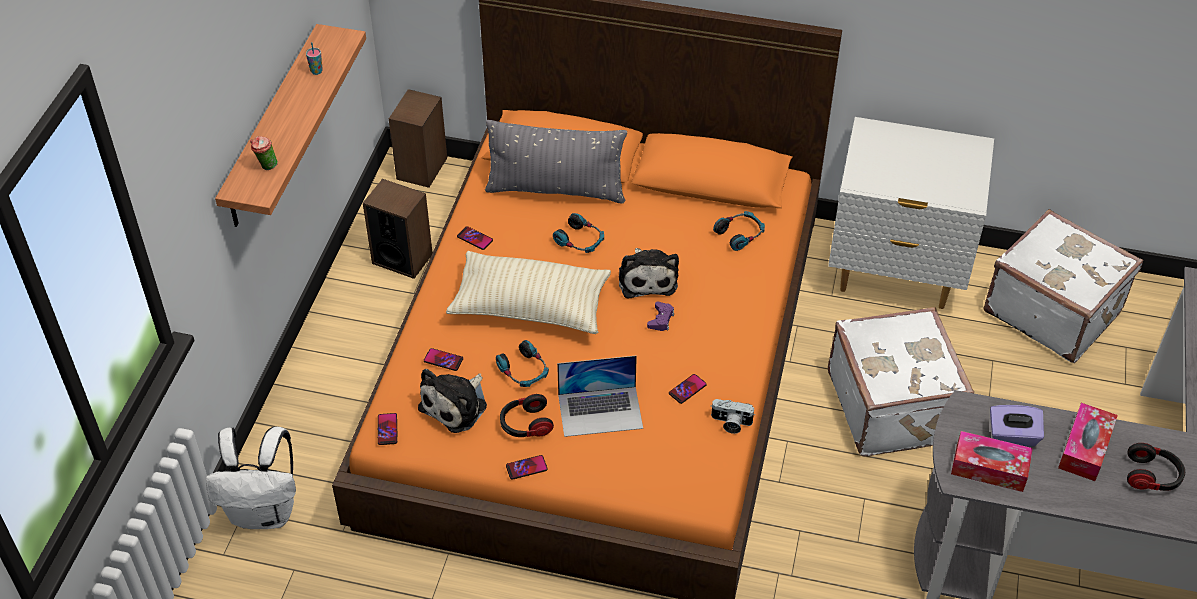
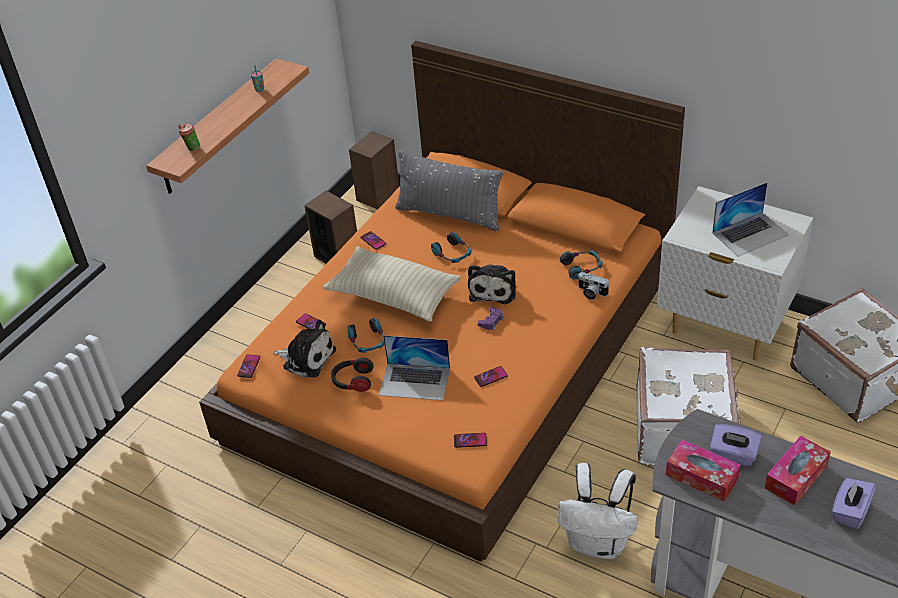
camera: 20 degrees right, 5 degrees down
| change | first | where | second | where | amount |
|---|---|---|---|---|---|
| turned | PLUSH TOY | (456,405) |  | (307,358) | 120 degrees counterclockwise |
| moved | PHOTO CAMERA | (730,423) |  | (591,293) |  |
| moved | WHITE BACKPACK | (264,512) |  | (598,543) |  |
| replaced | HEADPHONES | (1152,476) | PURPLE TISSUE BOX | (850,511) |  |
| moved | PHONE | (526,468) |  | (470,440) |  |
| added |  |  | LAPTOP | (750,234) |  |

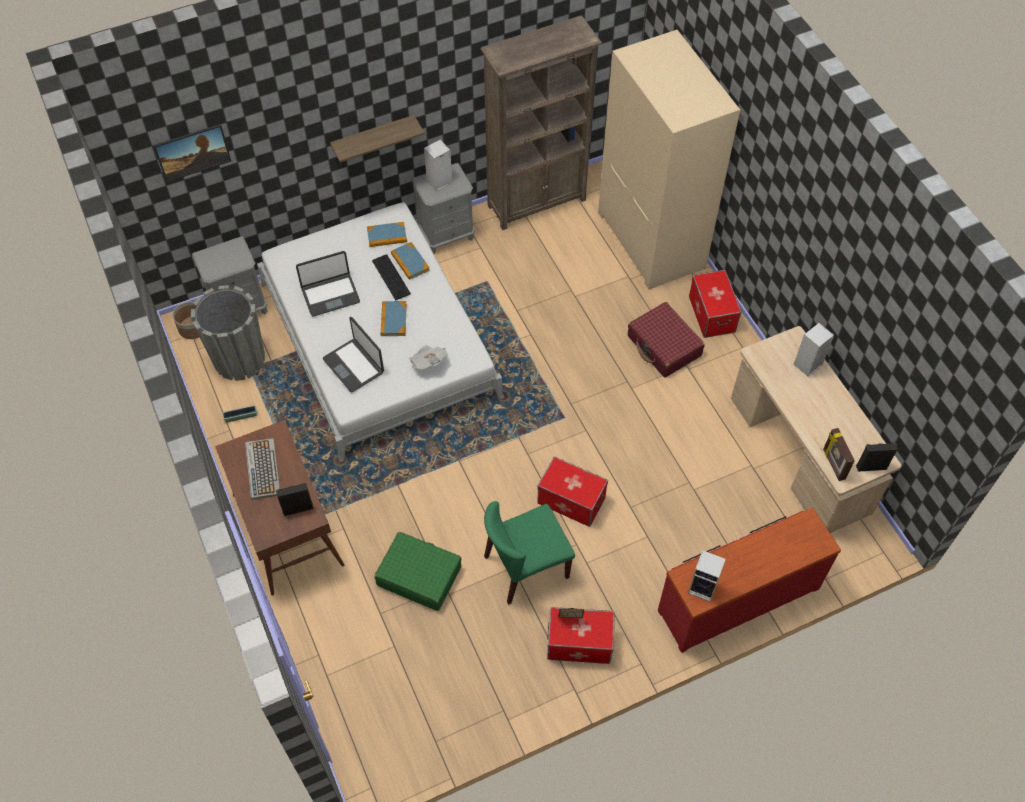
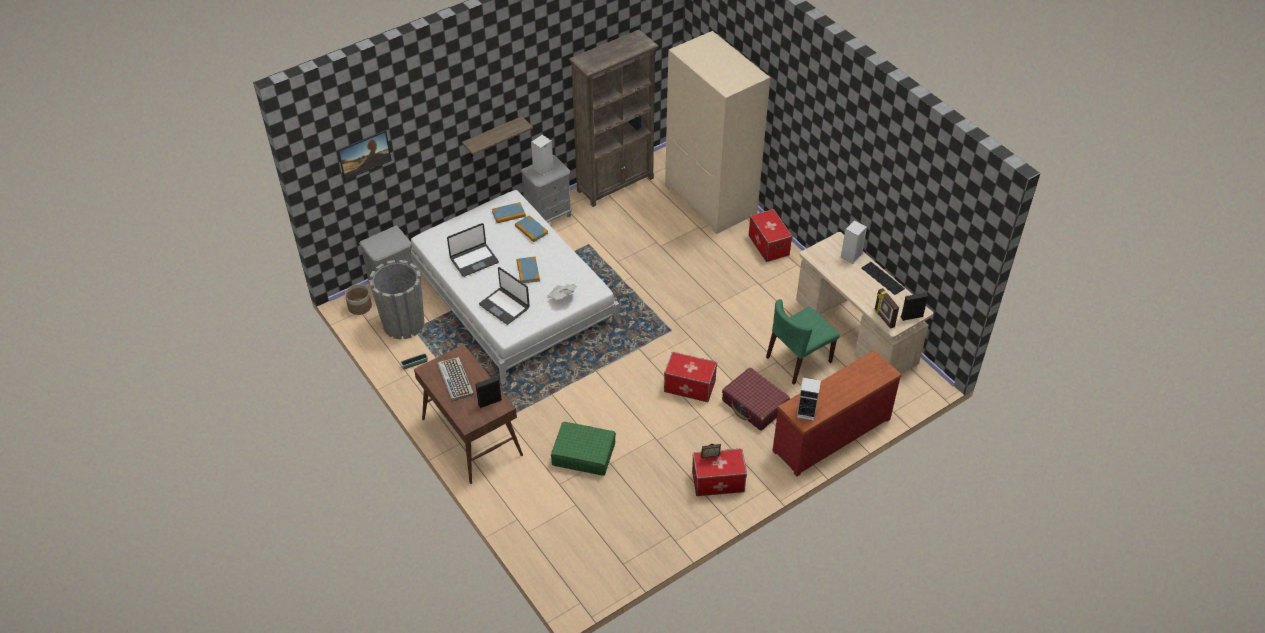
camera: 10 degrees left, 10 degrees down
| change | first | where | second | where | amount |
|---|---|---|---|---|---|
| moved | KEYBOARD | (391,276) |  | (883,277) |  |
| moved | RED SUITCASE | (664,346) |  | (754,405) |  |
| moved | GREEN CHAIR | (526,567) |  | (798,360) |  |

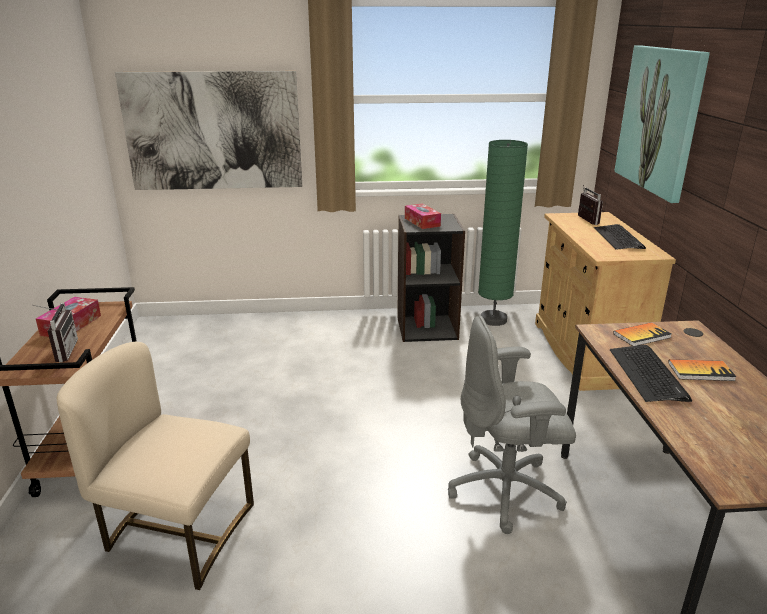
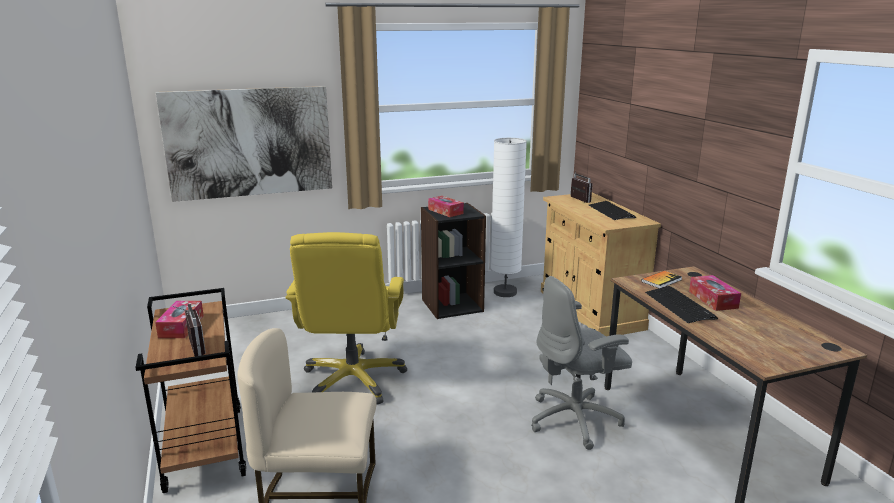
camera: 15 degrees left, 5 degrees down
| change | first | where | second | where | amount |
|---|---|---|---|---|---|
| removed | PICTURE | (660,120) |  |  |  |
| recoloured | GREEN FLOOR LAMP | (493,320) | WHITE FLOOR LAMP | (505,292) |  |
| replaced | BOOK | (700,371) | TISSUE BOX | (713,299) |  |
| added |  |  | YELLOW OFFICE CHAIR | (353,380) |  |

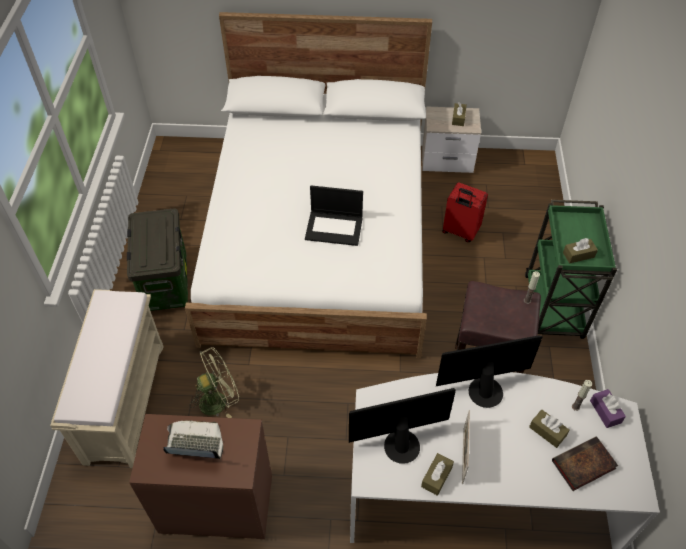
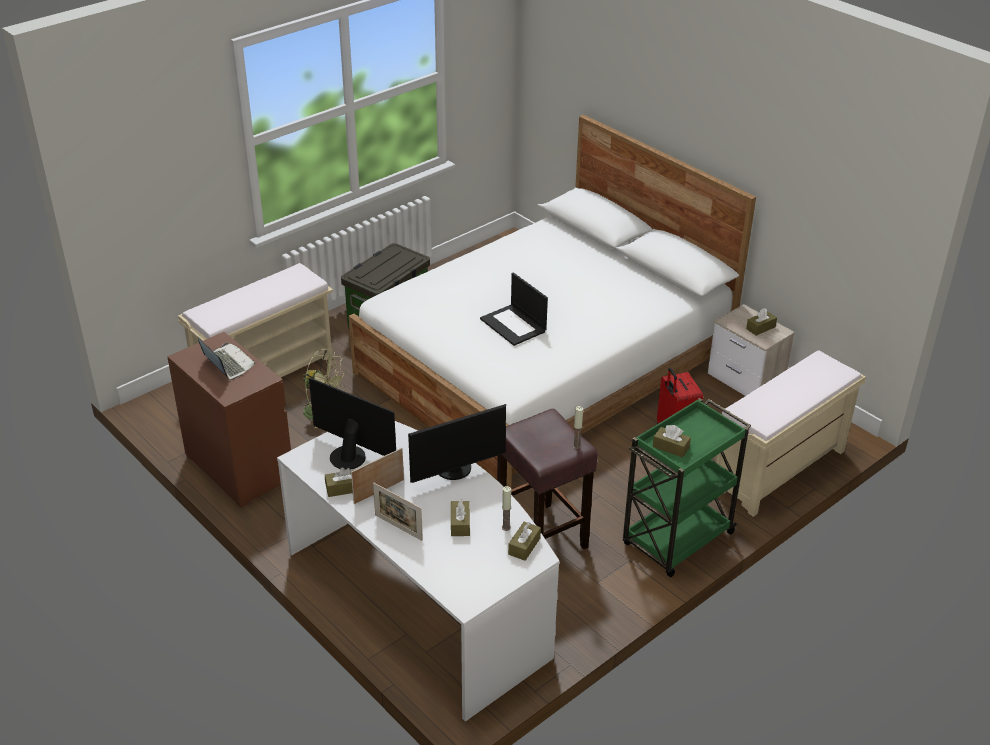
camera: 45 degrees right, 15 degrees down
| change | first | where | second | where | amount |
|---|---|---|---|---|---|
| turned | MONITOR | (484,389) |  | (455,470) | 120 degrees clockwise |
| recoloured | PURPLE TISSUE BOX | (605,411) | BROWN TISSUE BOX | (524,546) |  |
| removed | BOOK | (582,466) |  |  |  |
| added |  |  | BEIGE BENCH | (778,471) |  |
| added |  |  | PICTURE FRAME | (398,527) |  |

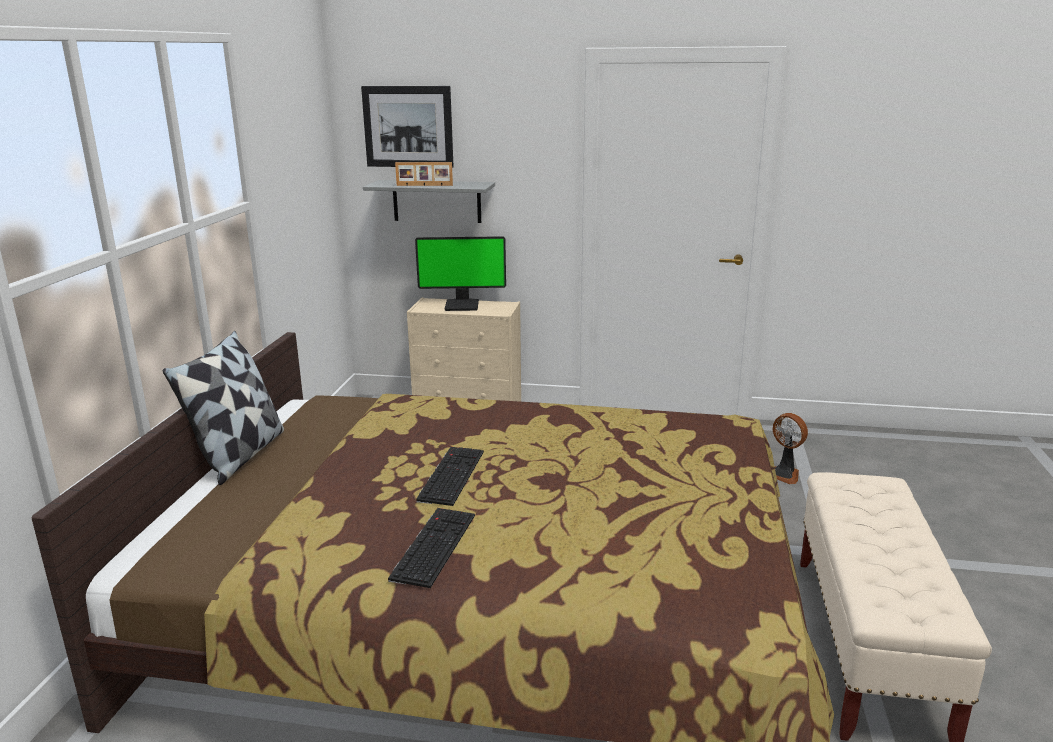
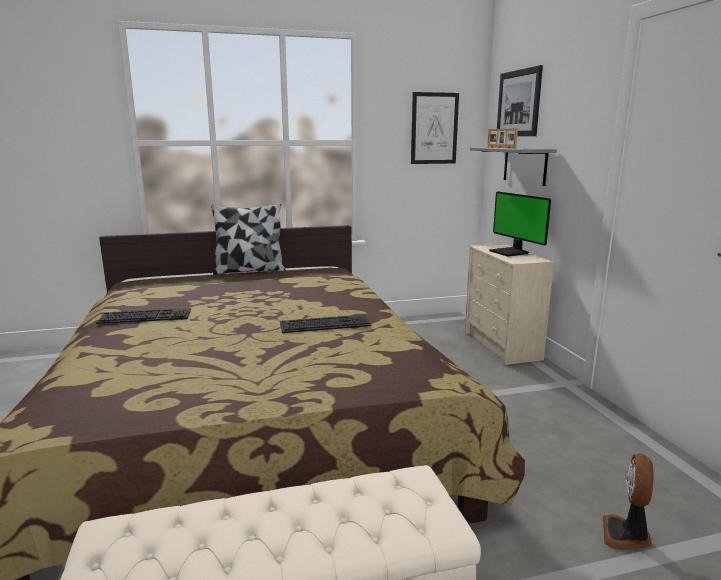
camera: 65 degrees right, 5 degrees down
| change | first | where | second | where | amount |
|---|---|---|---|---|---|
| moved | KEYBOARD | (450,475) |  | (326,324) |  |
| added |  |  | PICTURE | (434,128) |  |

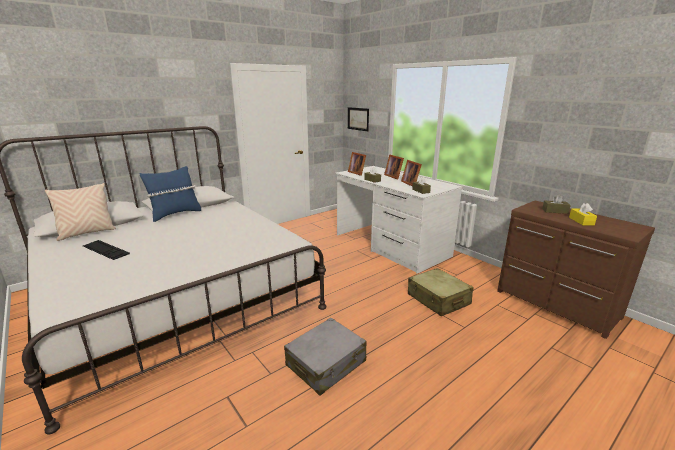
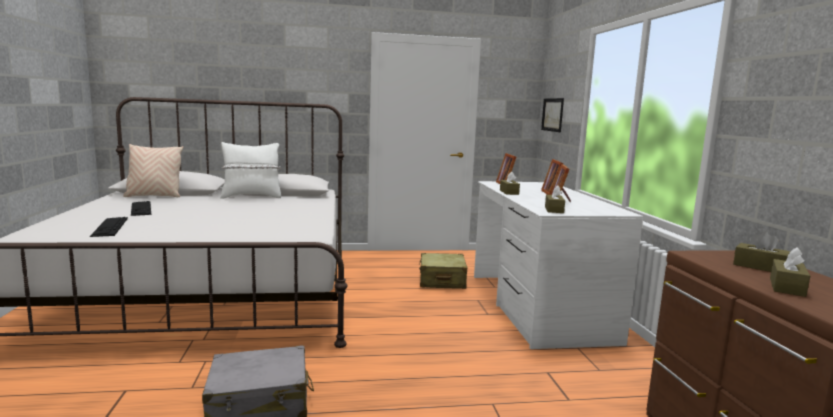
camera: 30 degrees right, 10 degrees down
| change | first | where | second | where | amount |
|---|---|---|---|---|---|
| recoloured | BLUE PILLOW | (175,214) | WHITE PILLOW | (251,196) |  |
| recoloured | YELLOW TISSUE BOX | (581,221) | BROWN TISSUE BOX | (787,287) |  |
| moved | BEIGE SUITCASE | (438,299) |  | (442,281) |  |
| added |  |  | KEYBOARD | (110,227) |  |

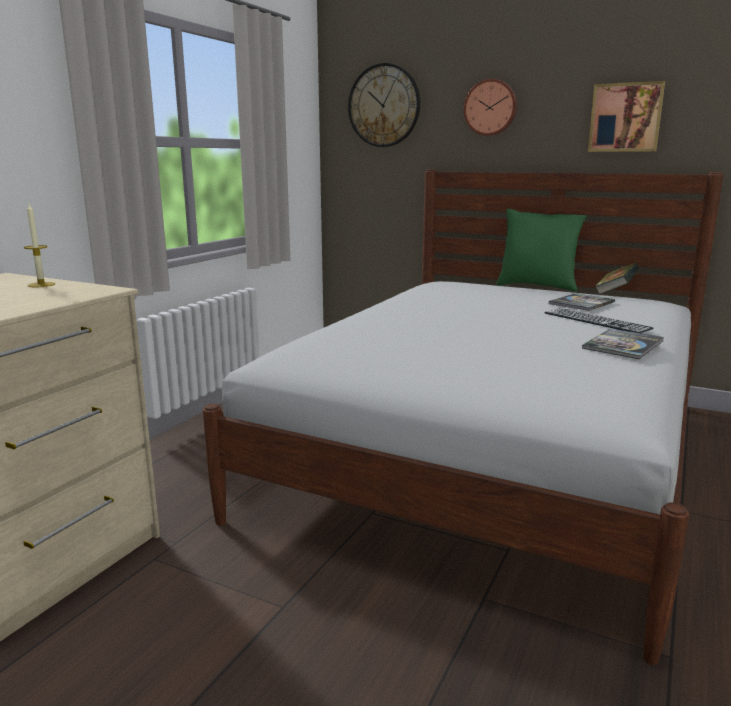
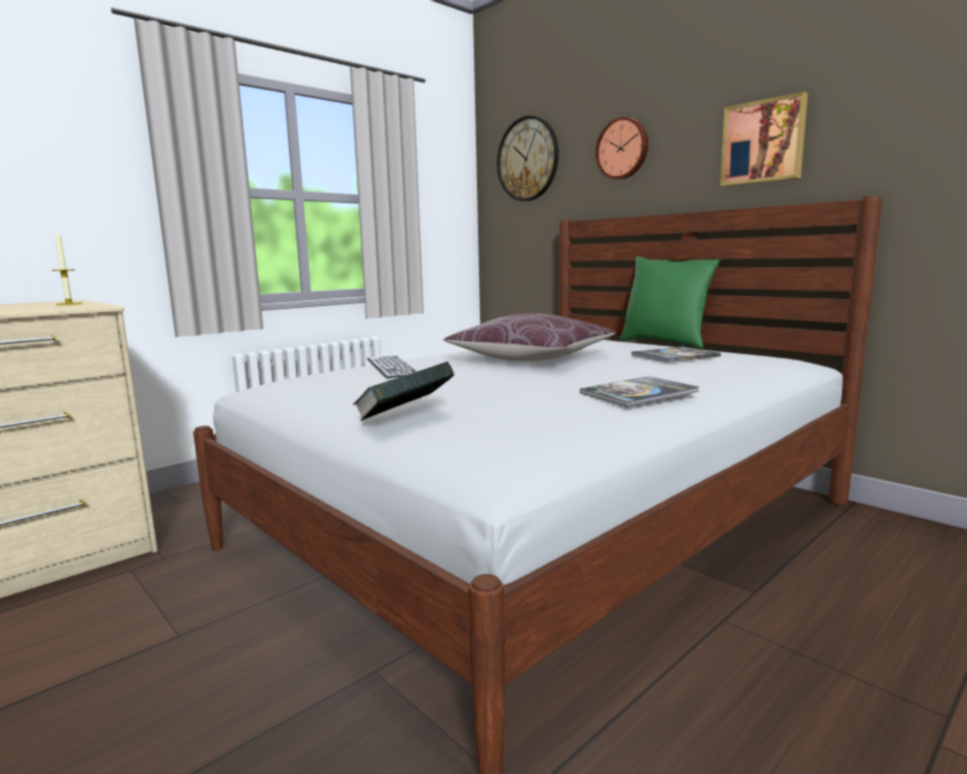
camera: 20 degrees right, 5 degrees down
| change | first | where | second | where | amount |
|---|---|---|---|---|---|
| moved | BOOK | (615,292) |  | (404,419) |  |
| moved | KEYBOARD | (596,321) |  | (391,366) |  |
| added |  |  | BROWN PILLOW | (531,359) |  |

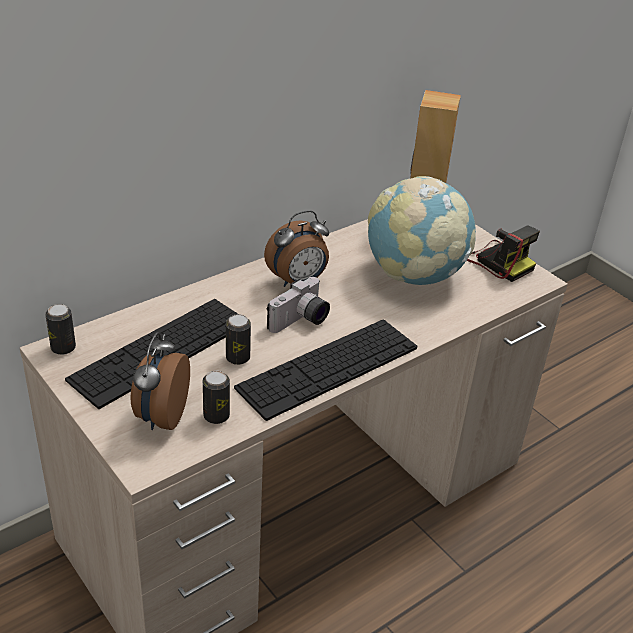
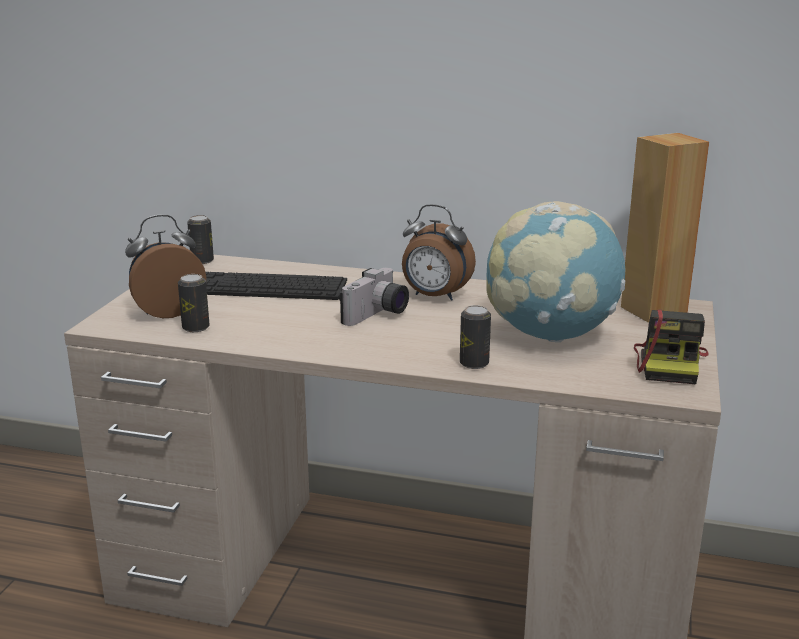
camera: 55 degrees right, 15 degrees down
| change | first | where | second | where | amount |
|---|---|---|---|---|---|
| turned | PHOTO CAMERA | (300,321) |  | (378,315) | 60 degrees counterclockwise |
| moved | CAN | (238,358) |  | (474,363) |  |
| removed | KEYBOARD | (328,367) |  |  |  |

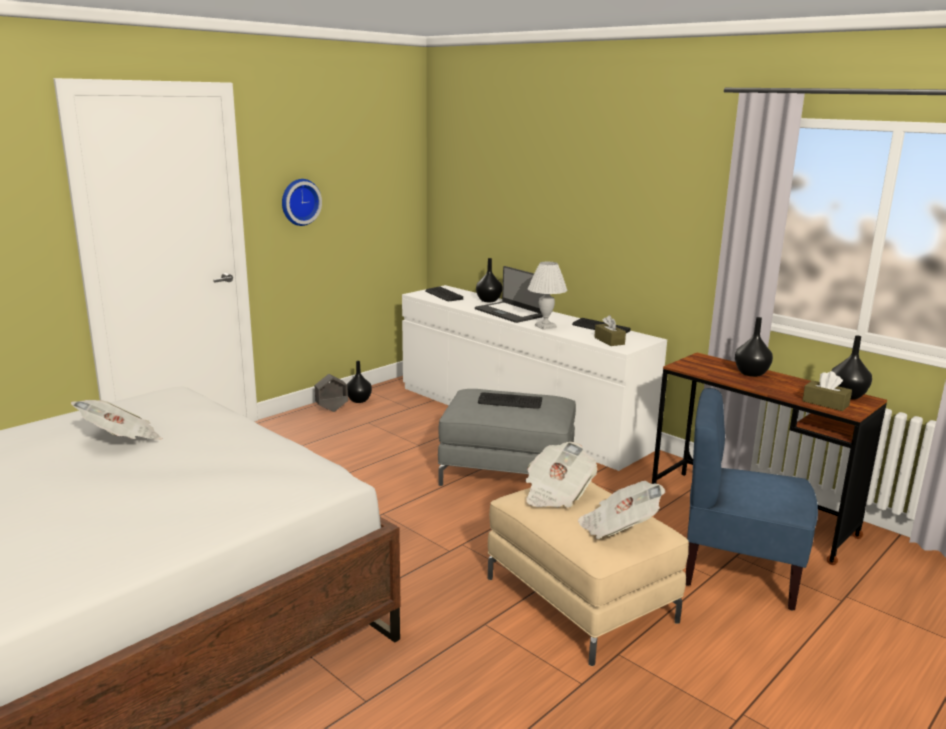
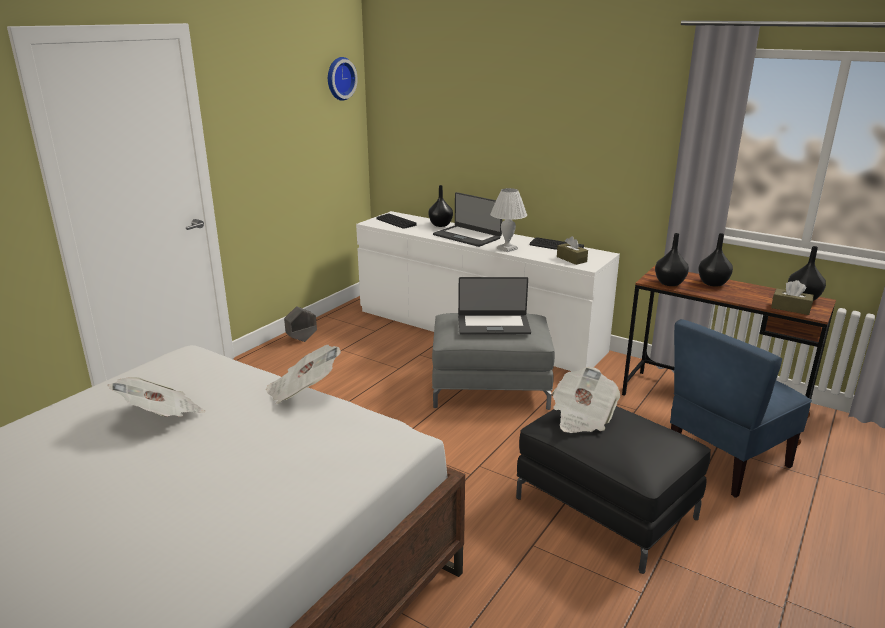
camera: 10 degrees left, 5 degrees up
| change | first | where | second | where | amount |
|---|---|---|---|---|---|
| moved | WALL CLOCK | (299,202) |  | (339,78) |  |
| moved | BLACK VASE | (359,400) |  | (669,283) |  |
| turned | BLUE CHAIR | (738,571) |  | (725,462) | 45 degrees counterclockwise |
| replaced | KEYBOARD | (510,402) | LAPTOP | (493,325) |  |
| moved | NEWSPAPER | (618,528) |  | (303,391) |  |
| recoloured | BEIGE OTTOMAN | (580,599) | BLACK OTTOMAN | (605,508) |  |

